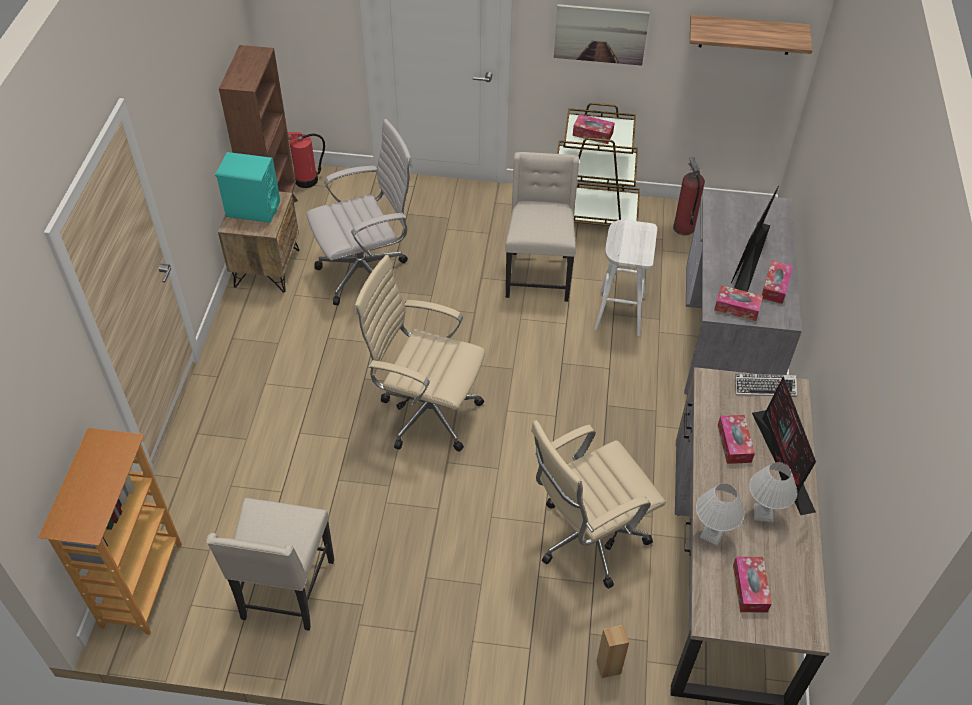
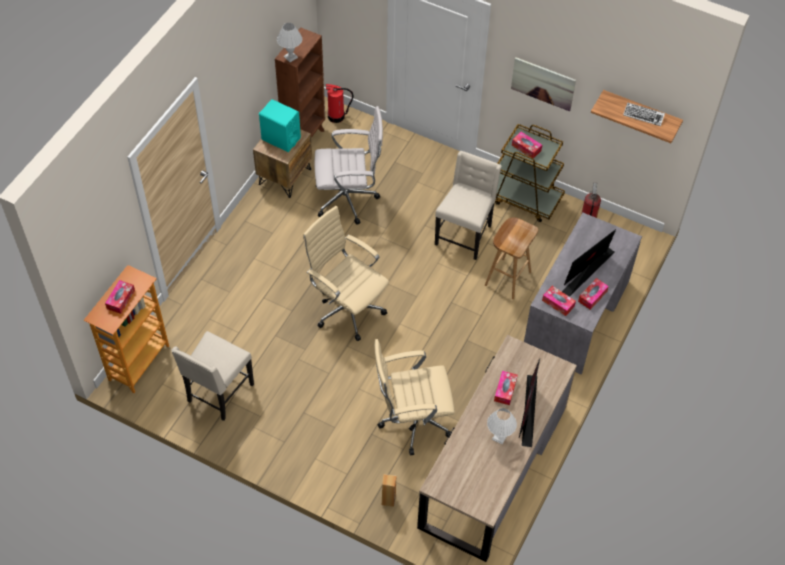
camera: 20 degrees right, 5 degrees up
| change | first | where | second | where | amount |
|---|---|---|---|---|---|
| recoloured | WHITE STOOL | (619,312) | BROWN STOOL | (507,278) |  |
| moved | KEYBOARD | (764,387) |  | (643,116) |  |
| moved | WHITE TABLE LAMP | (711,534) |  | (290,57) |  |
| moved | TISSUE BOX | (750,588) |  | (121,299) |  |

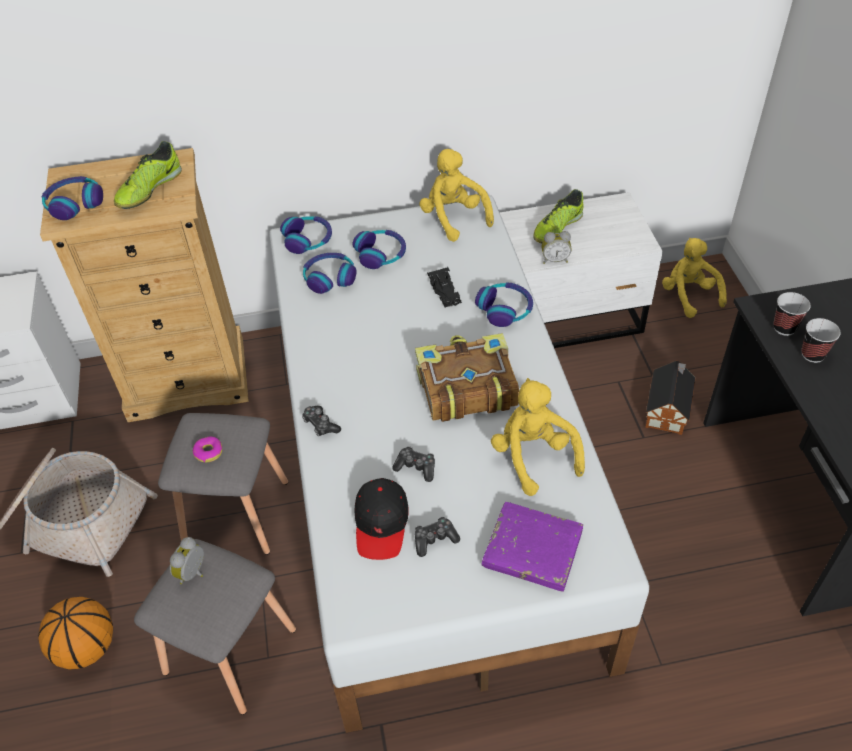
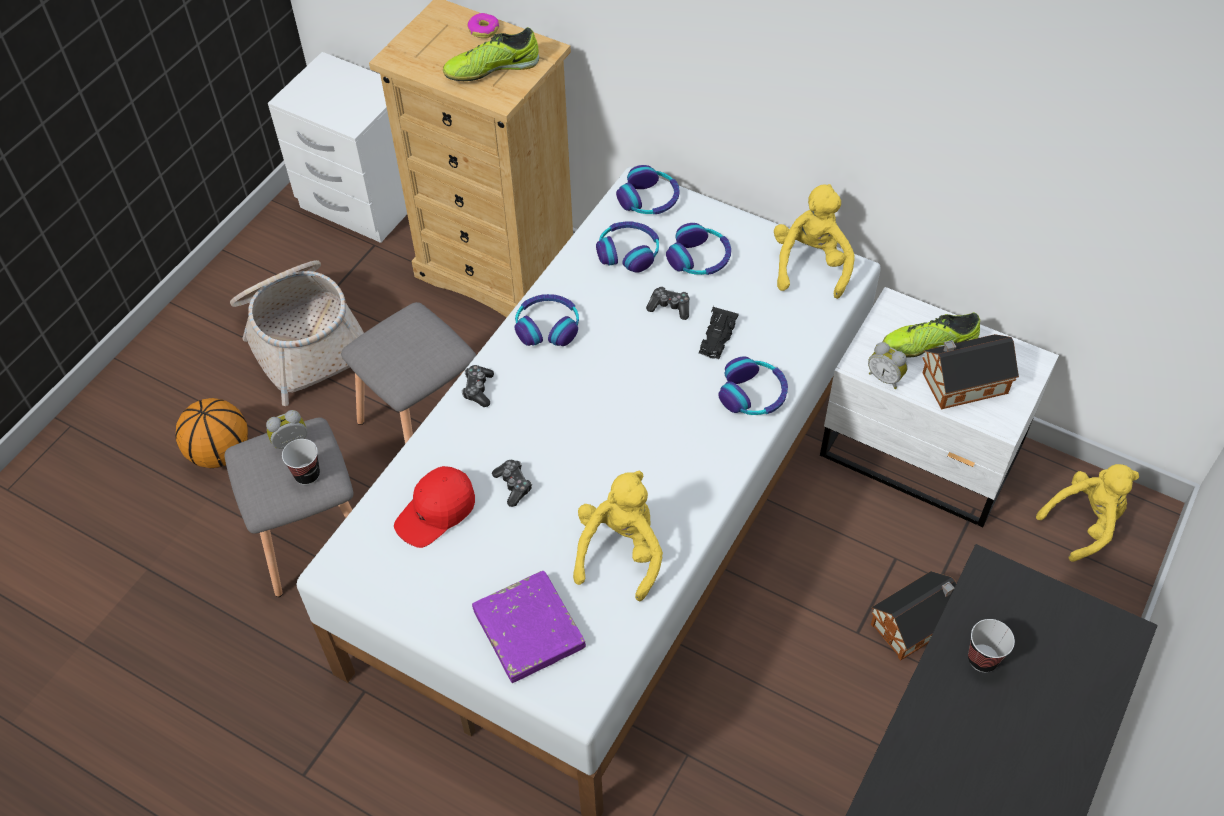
camera: 40 degrees right, 5 degrees up
| change | first | where | second | where | amount |
|---|---|---|---|---|---|
| moved | HEADPHONES | (74,204) |  | (547,327) |  |
| turned | YELLOW PLUSH TOY | (689,295) |  | (1084,523) | 45 degrees clockwise |
| moved | CUP | (784,328) |  | (307,475) |  |
| removed | BOOK | (465,387) |  |  |  |
| moved | DONUT | (208,452) |  | (483,30) |  |
| recoloured | BLACK CAP | (381,524) | RED CAP | (436,512) |  |
| moved | GAME CONTROLLER | (434,539) |  | (670,307) |  |
| added |  |  | TOY HOUSE | (961,383) |  |

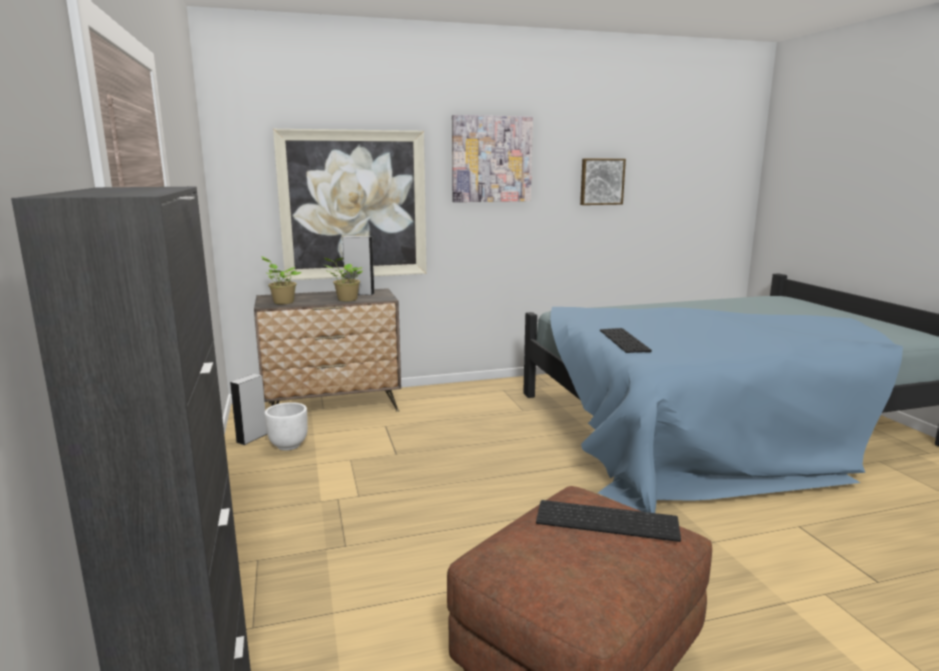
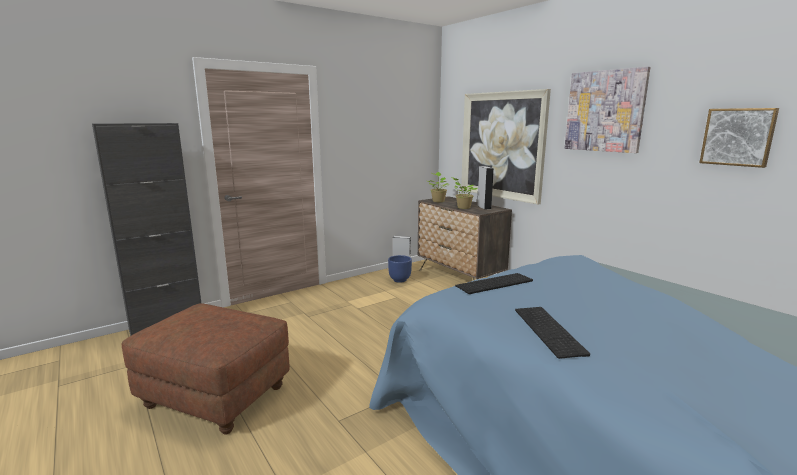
camera: 70 degrees right, 0 degrees up
| change | first | where | second | where | amount |
|---|---|---|---|---|---|
| recoloured | WHITE PLANTER | (288,445) | BLUE PLANTER | (399,280) |  |
| moved | KEYBOARD | (608,520) |  | (551,331) |  |

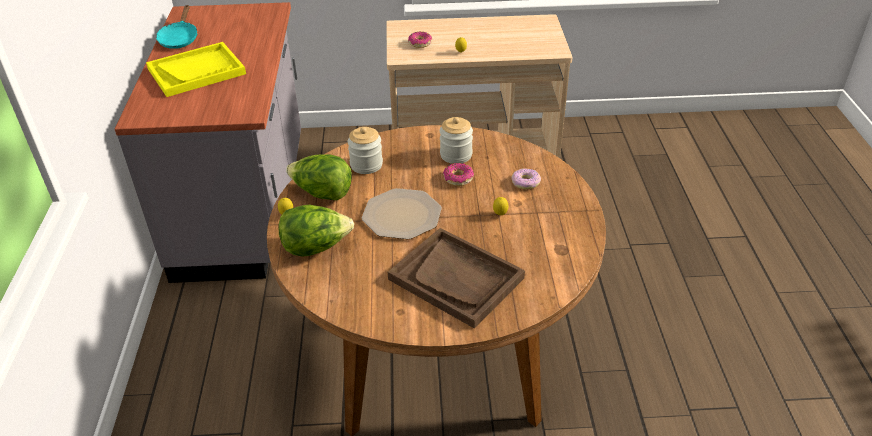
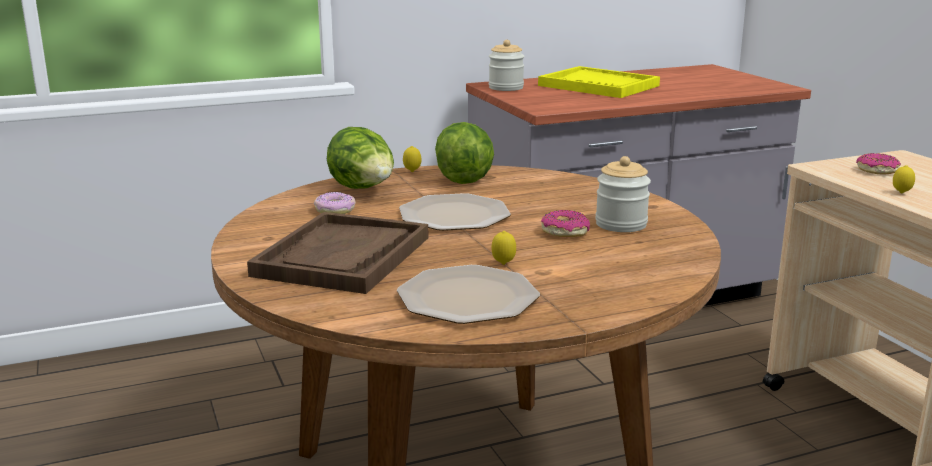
camera: 70 degrees right, 20 degrees down
| change | first | where | second | where | amount |
|---|---|---|---|---|---|
| removed | TURQUOISE FRYING PAN | (179,39) |  |  |  |
| moved | JAR | (366,165) |  | (506,88) |  |
| moved | DONUT | (525,182) |  | (335,210) |  |
| added |  |  | PLATE | (468,298) |  |

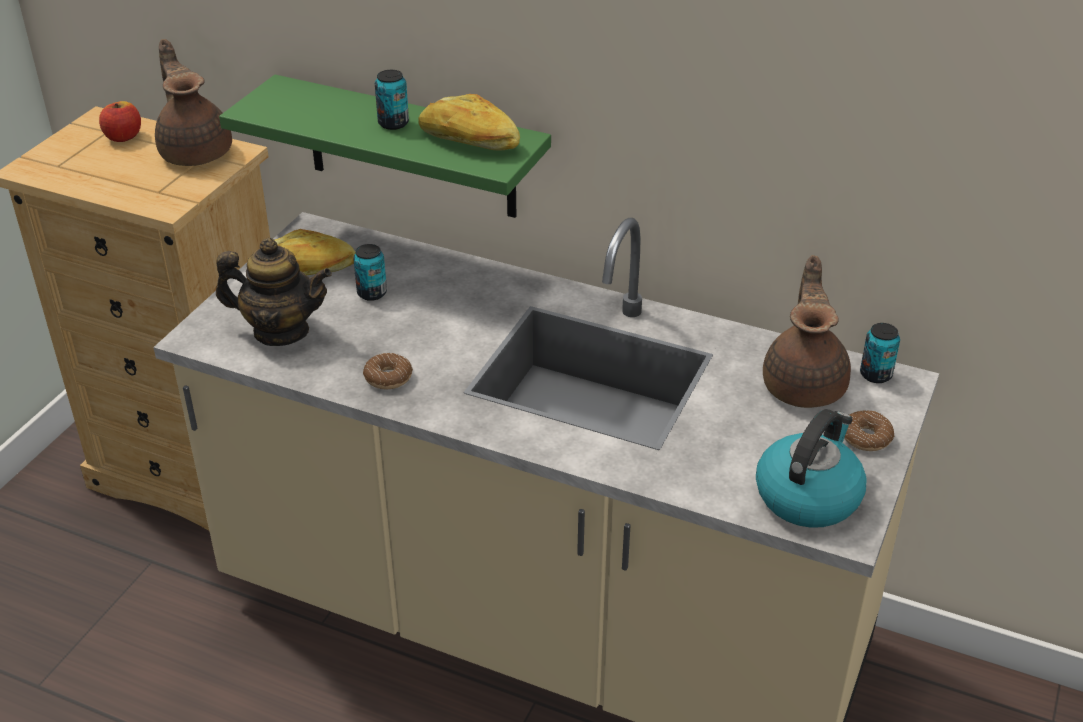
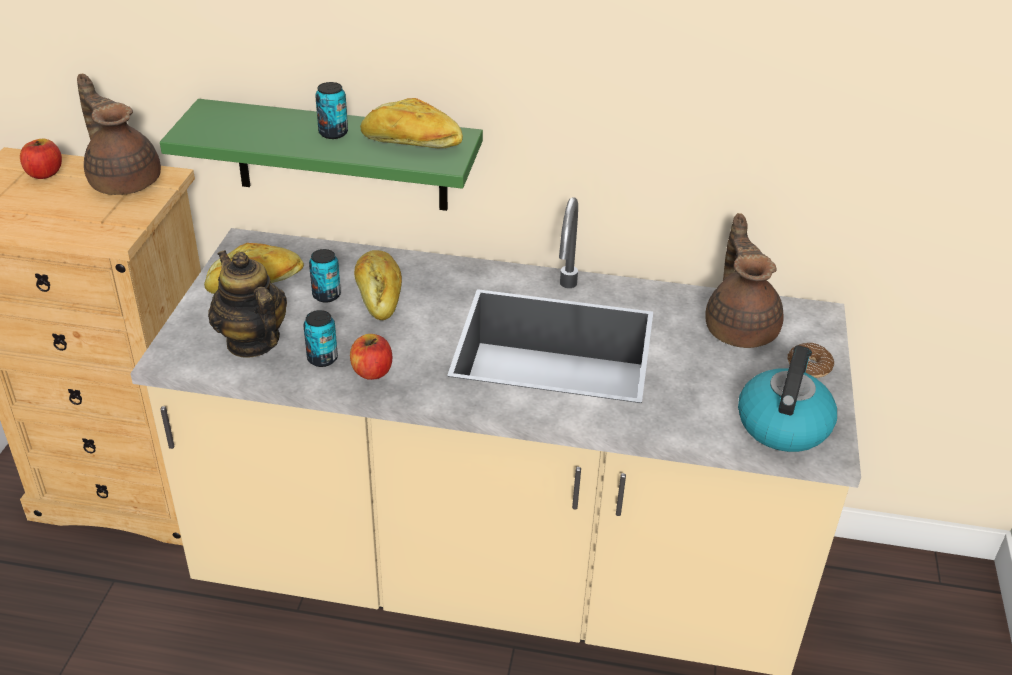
camera: 15 degrees left, 0 degrees up
| change | first | where | second | where | amount |
|---|---|---|---|---|---|
| turned | TEAPOT | (281,331) |  | (252,341) | 120 degrees counterclockwise |
| moved | CAN | (875,374) |  | (322,359) |  |
| replaced | DONUT | (388,377) | APPLE | (372,371) |  |
| added |  |  | BREAD | (379,294) |  |

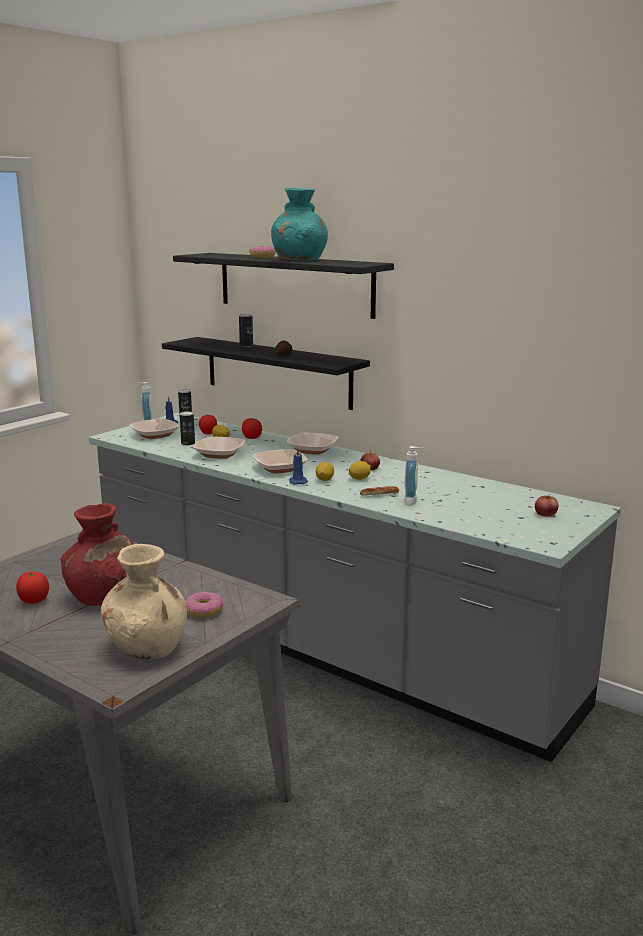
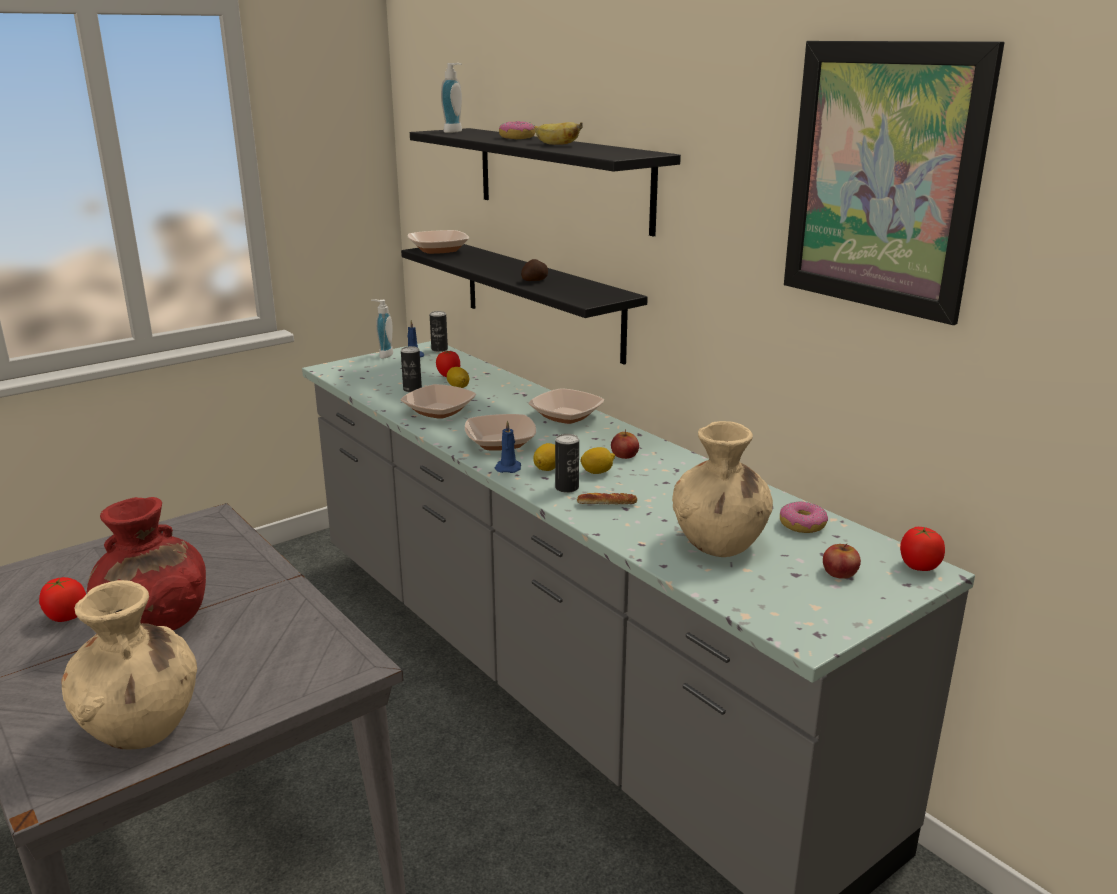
camera: 15 degrees right, 5 degrees up
| change | first | where | second | where | amount |
|---|---|---|---|---|---|
| replaced | TURQUOISE VASE | (300,260) | BANANA | (556,144) |  |
| moved | CAN | (246,345) |  | (567,488) |  |
| moved | TOMATO | (251,438) |  | (918,567) |  |
| moved | BOWL | (155,435) |  | (438,250) |  |
| moved | SOAP DISPENSER | (413,502) |  | (455,131) |  |
| moved | DONUT | (204,611) |  | (802,525) |  |
| added |  |  | PICTURE | (882,178) |  |
| added |  |  | BEIGE VASE | (719,542) |  |

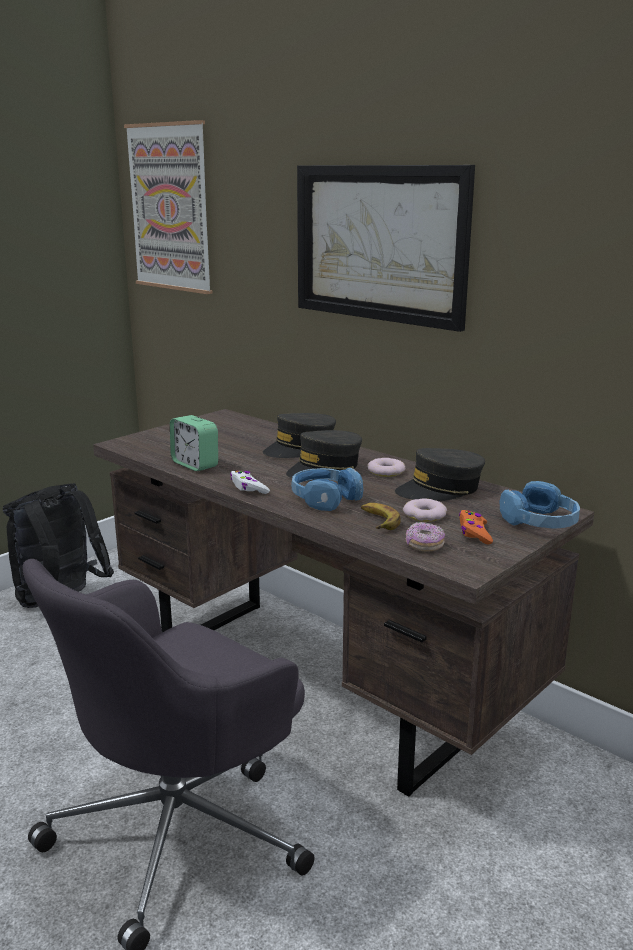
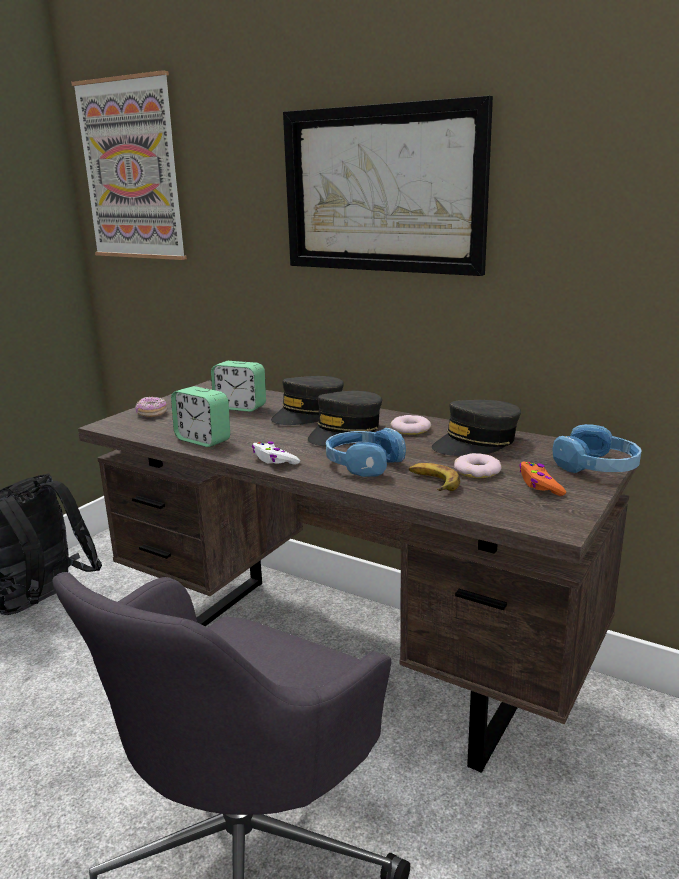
camera: 10 degrees left, 0 degrees up
| change | first | where | second | where | amount |
|---|---|---|---|---|---|
| moved | DONUT | (424,545) |  | (151,413) |  |
| added |  |  | ALARM CLOCK | (240,407) |  |

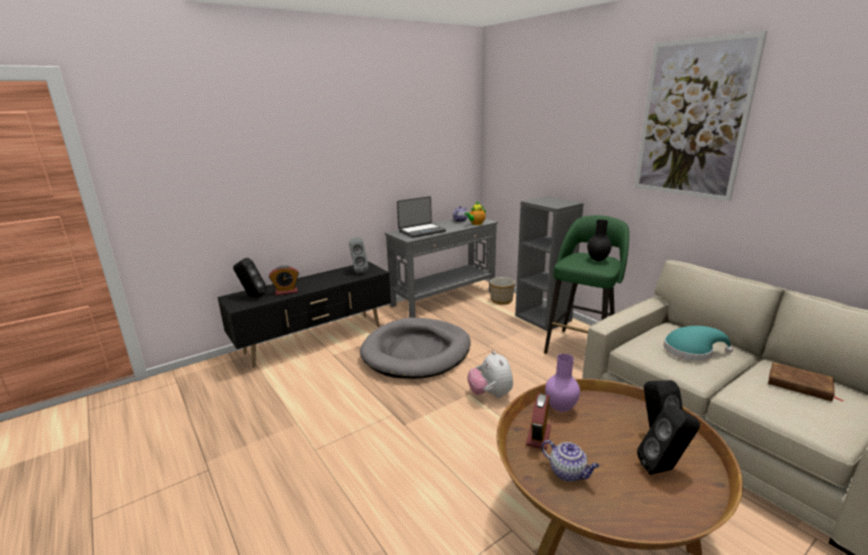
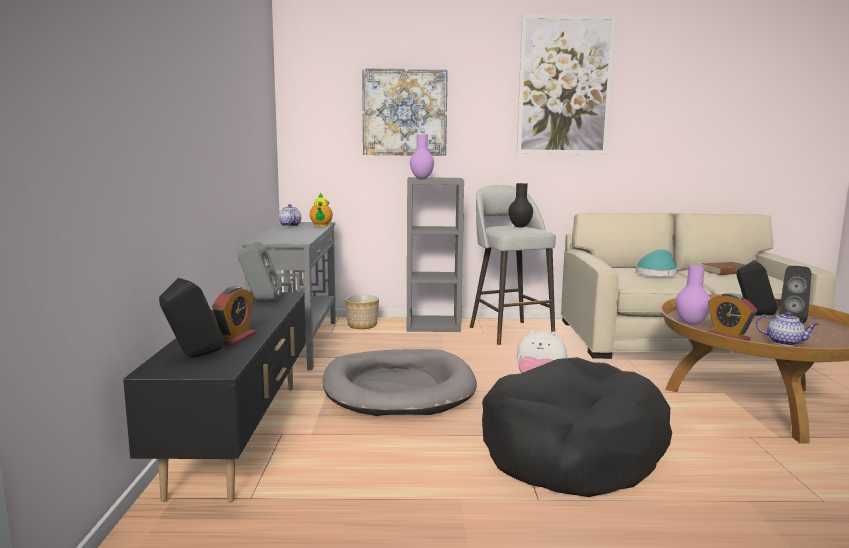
camera: 55 degrees left, 10 degrees down
| change | first | where | second | where | amount |
|---|---|---|---|---|---|
| removed | LAPTOP | (421,231) |  |  |  |
| recoloured | GREEN STOOL | (581,347) | GREY STOOL | (510,332) |  |
| turned | TEAPOT | (568,473) |  | (785,342) | 45 degrees clockwise |
| added |  |  | PICTURE | (404,112) |  |
| added |  |  | PURPLE VASE | (421,178) |  |
| added |  |  | BLACK DOG BED | (573,450) |  |

